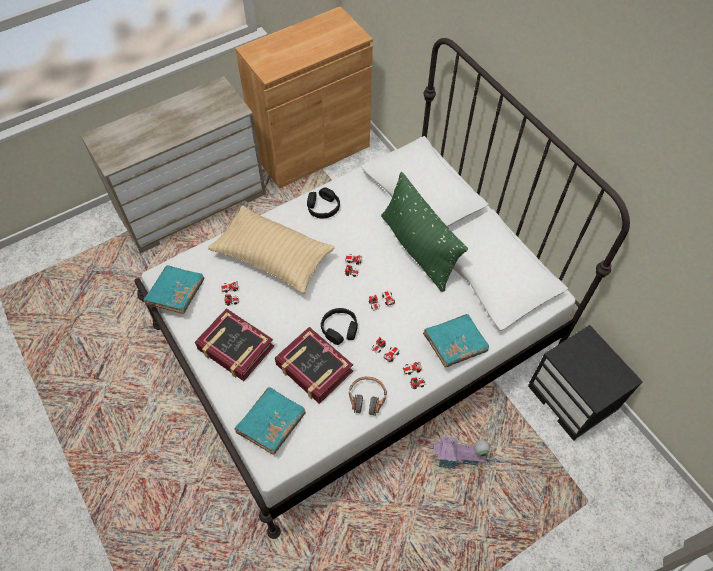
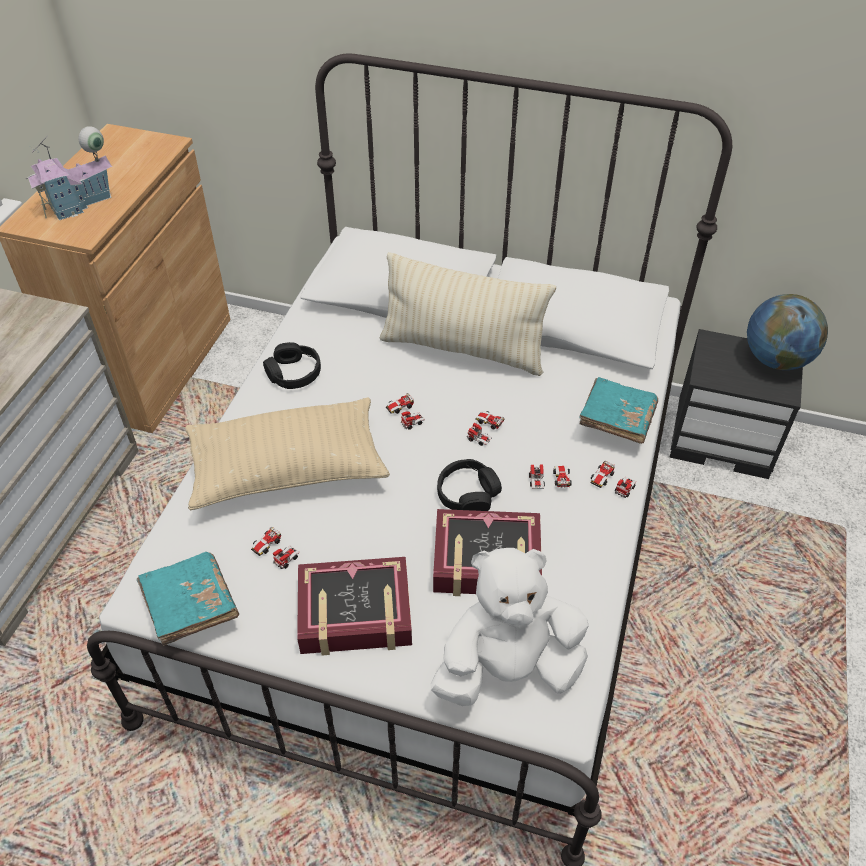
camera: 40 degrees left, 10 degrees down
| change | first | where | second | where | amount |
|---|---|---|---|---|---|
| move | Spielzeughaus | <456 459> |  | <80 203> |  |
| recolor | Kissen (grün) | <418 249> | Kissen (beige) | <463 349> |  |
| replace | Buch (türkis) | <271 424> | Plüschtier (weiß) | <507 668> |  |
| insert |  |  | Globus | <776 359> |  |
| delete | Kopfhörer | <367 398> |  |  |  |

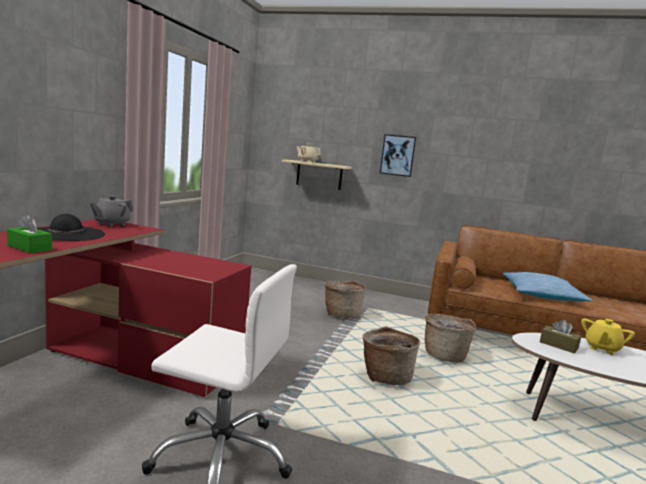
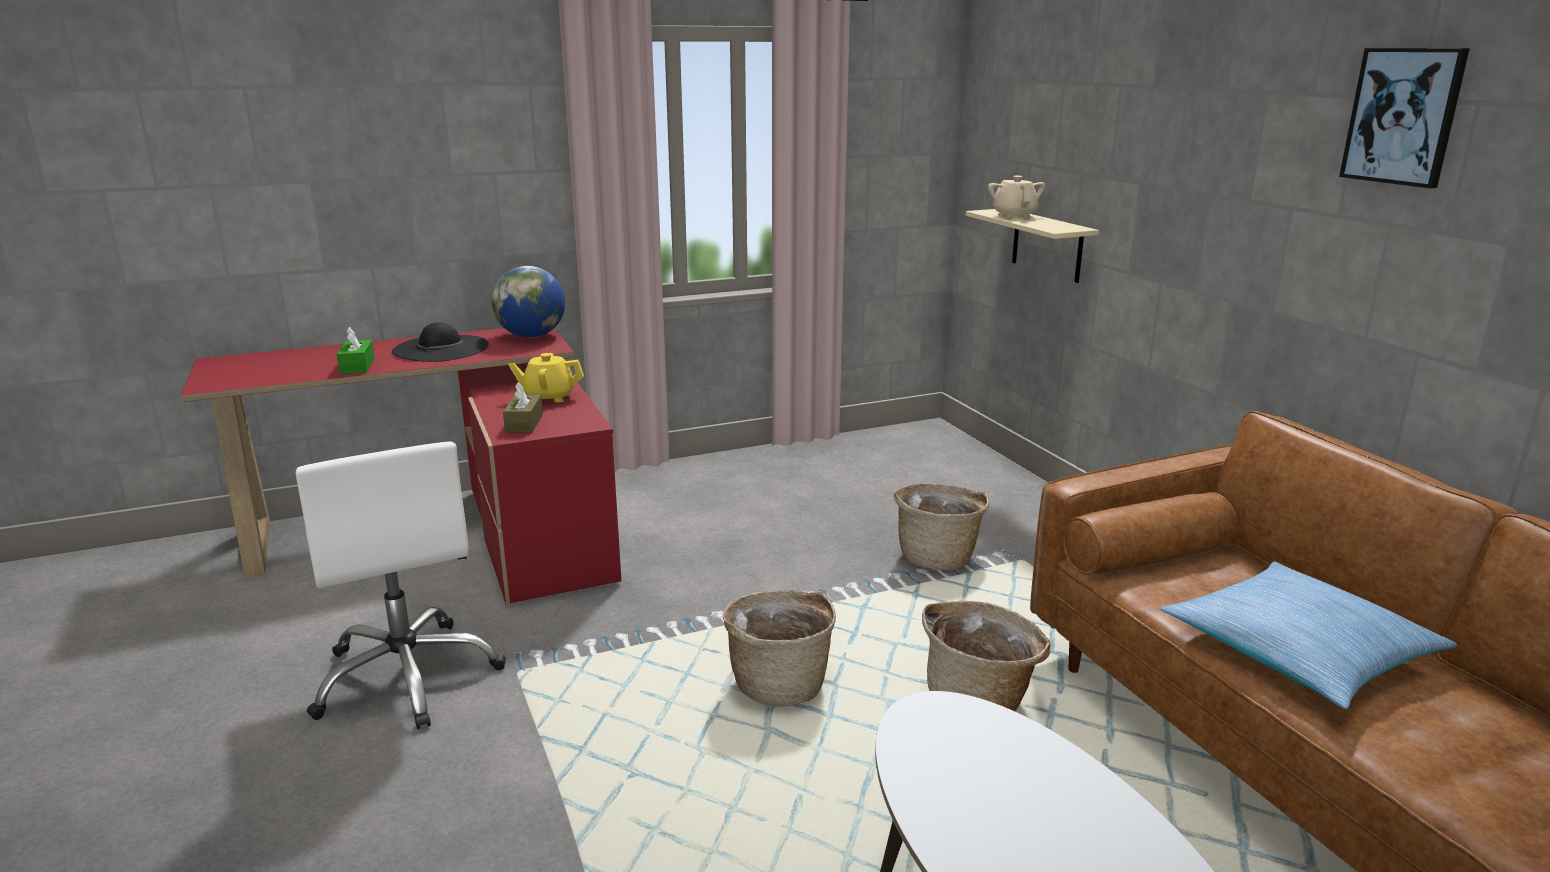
camera: 50 degrees right, 10 degrees up
| change | first | where | second | where | amount |
|---|---|---|---|---|---|
| replace | Teekanne (grau) | <111 224> | Globus | <531 336> |  |
| move | Taschentuchbox (braun) | <558 345> |  | <524 423> |  |
| move | Teekanne (gelb) | <602 348> |  | <548 397> |  |
| move | Bild | <397 155> |  | <1403 116> |  |

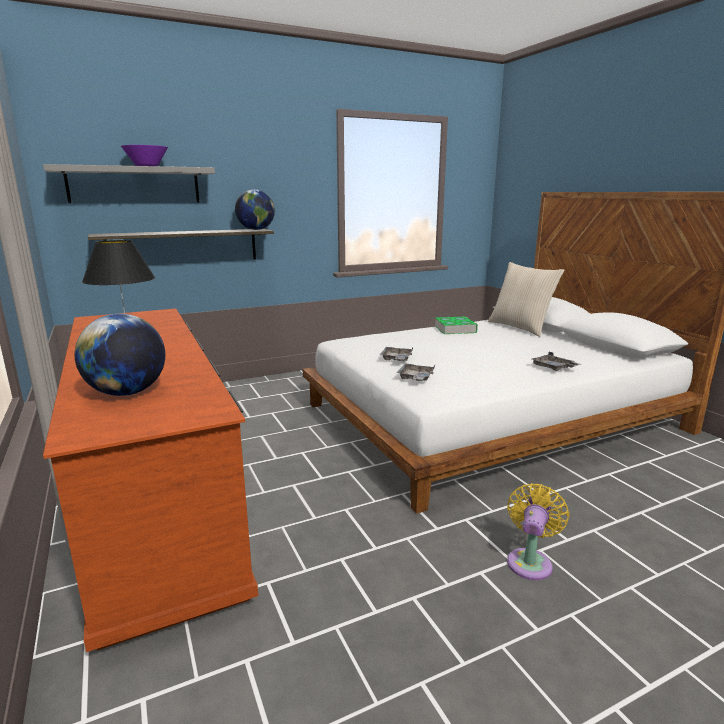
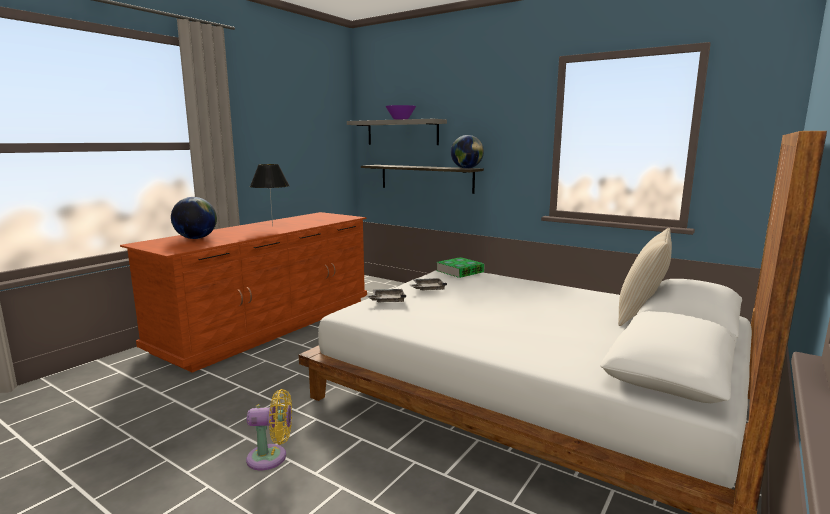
camera: 60 degrees right, 5 degrees down
| change | first | where | second | where | amount |
|---|---|---|---|---|---|
| move | Buch | <455 329> |  | <460 271> |  |
| delete | Tablett (grau) | <553 368> |  |  |  |

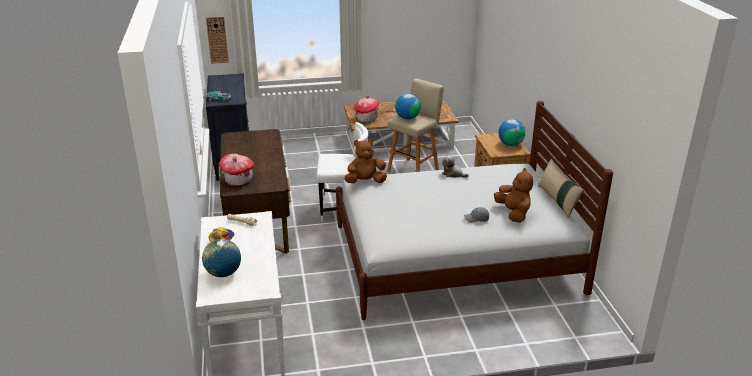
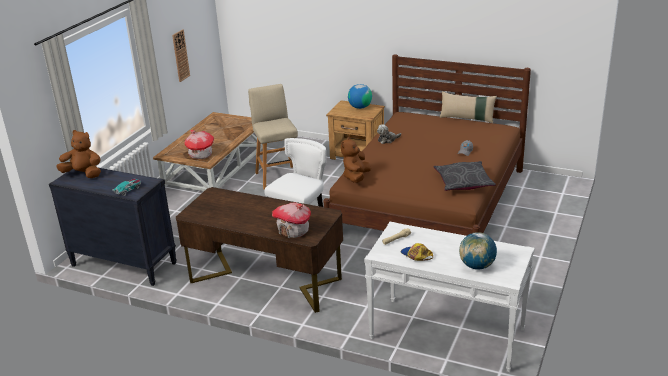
camera: 55 degrees left, 0 degrees up
| change | first | where | second | where | amount |
|---|---|---|---|---|---|
| move | Plüschtier (braun) | <513 213> |  | <83 174> |  |
| move | Wanduhr | <217 40> |  | <180 55> |  |
| recolor | Bett (weiß) | <454 258> | Bett (braun) | <430 203> |  |
| insert |  |  | Kissen (grau) | <463 182> |  |
| delete | Globus | <407 118> |  |  |  |

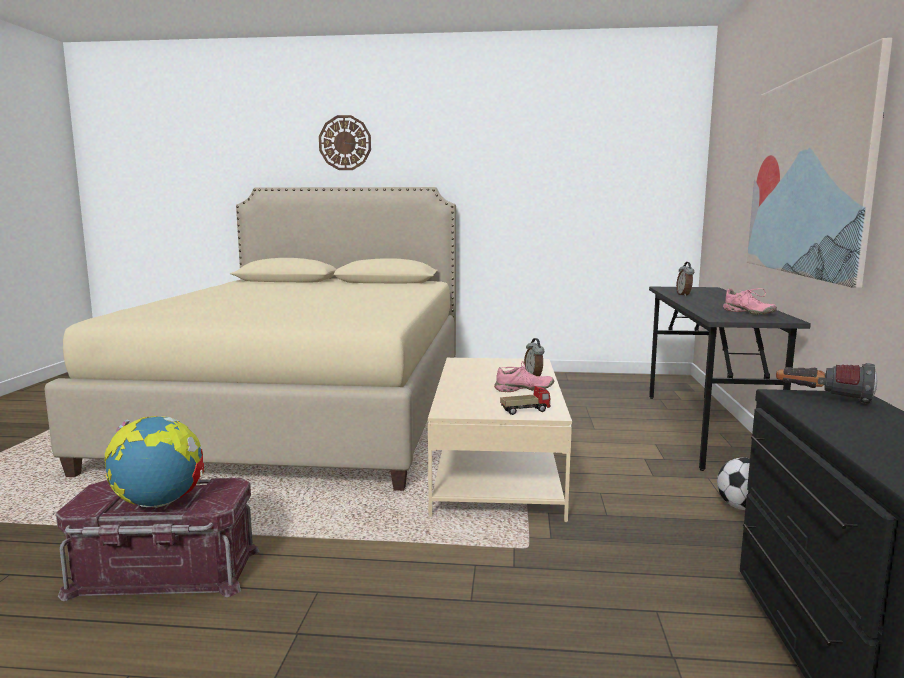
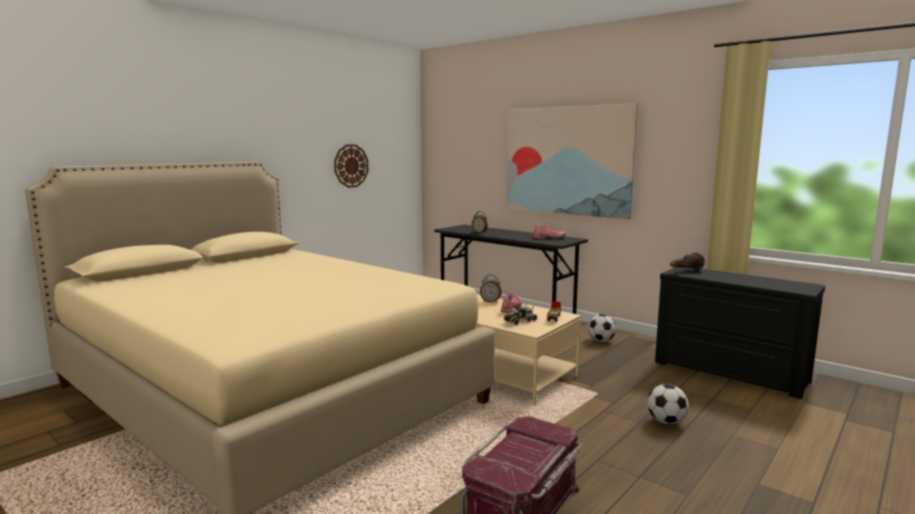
camera: 55 degrees left, 0 degrees up
| change | first | where | second | where | amount |
|---|---|---|---|---|---|
| move | Wanduhr | <345 143> |  | <351 166> |  |
| insert |  |  | Spielzeuglaster | <519 321> |  |
| insert |  |  | Fußball | <666 421> |  |
| delete | Globus | <159 503> |  |  |  |

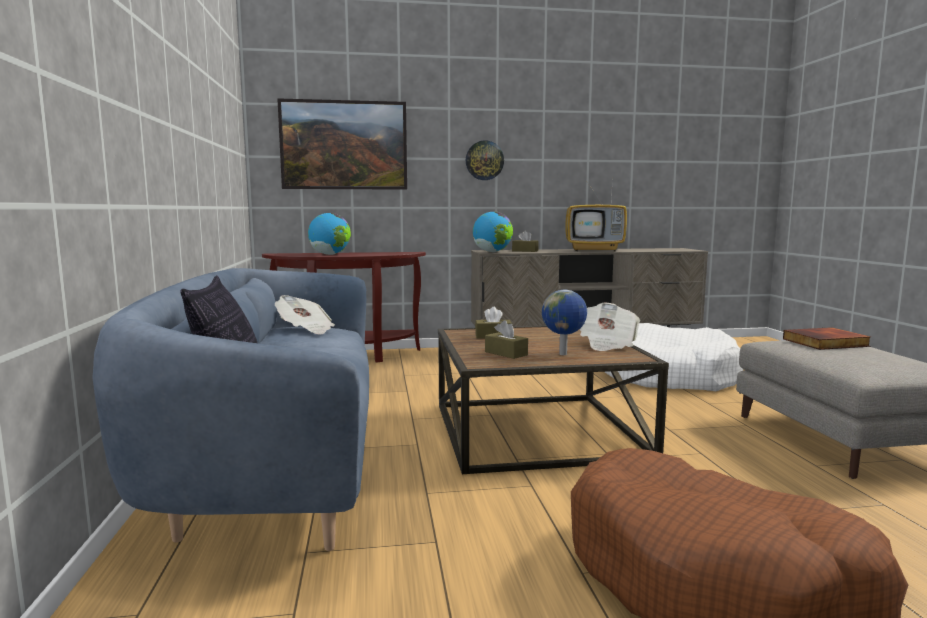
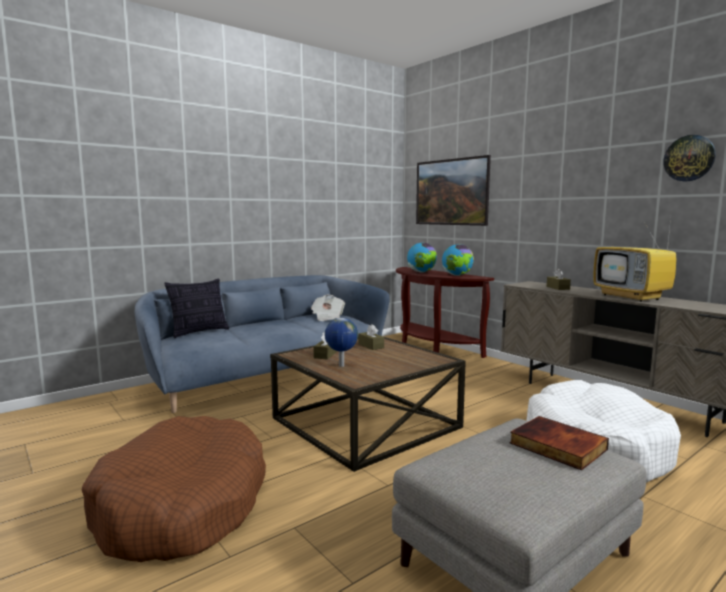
camera: 60 degrees right, 0 degrees up
| change | first | where | second | where | amount |
|---|---|---|---|---|---|
| move | Globus | <492 252> |  | <457 275> |  |
| move | Wanduhr | <484 160> |  | <689 158> |  |
| delete | Zeitung | <606 344> |  |  |  |

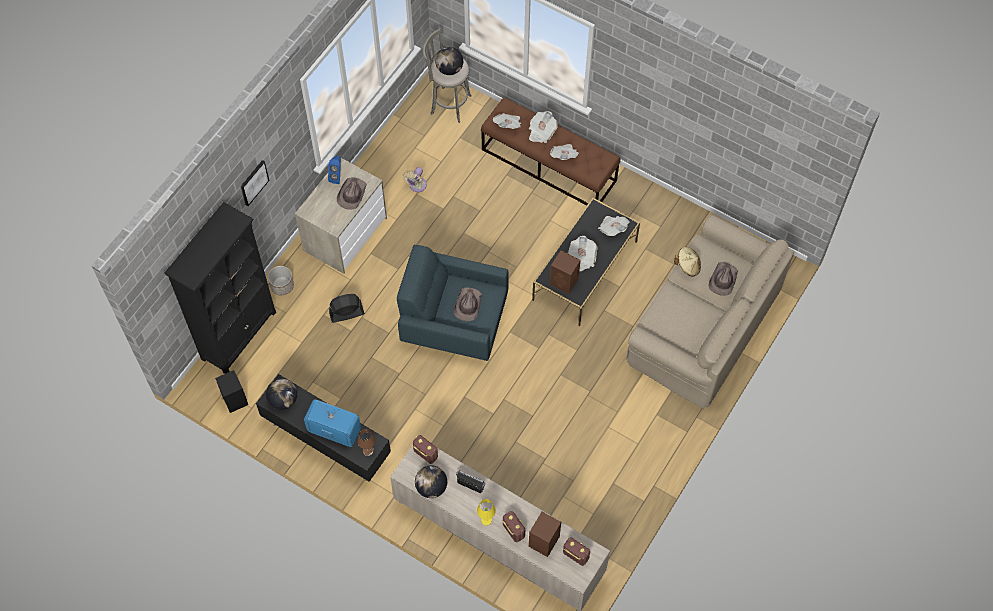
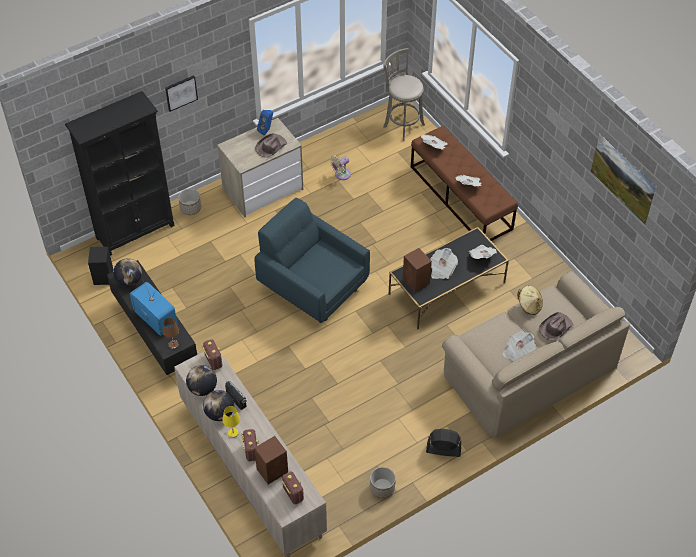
camera: 25 degrees right, 10 degrees down
| change | first | where | second | where | amount |
|---|---|---|---|---|---|
| move | Globus | <449 69> |  | <219 413> |  |
| insert |  |  | Pflanzkübel | <382 488> |  |
| move | Ventilator (schwarz) | <346 314> |  | <443 449> |  |
| move | Zeitung | <541 132> |  | <517 351> |  |
| insert |  |  | Bild | <619 188> |  |
| delete | Hut (braun) | <467 305> |  |  |  |

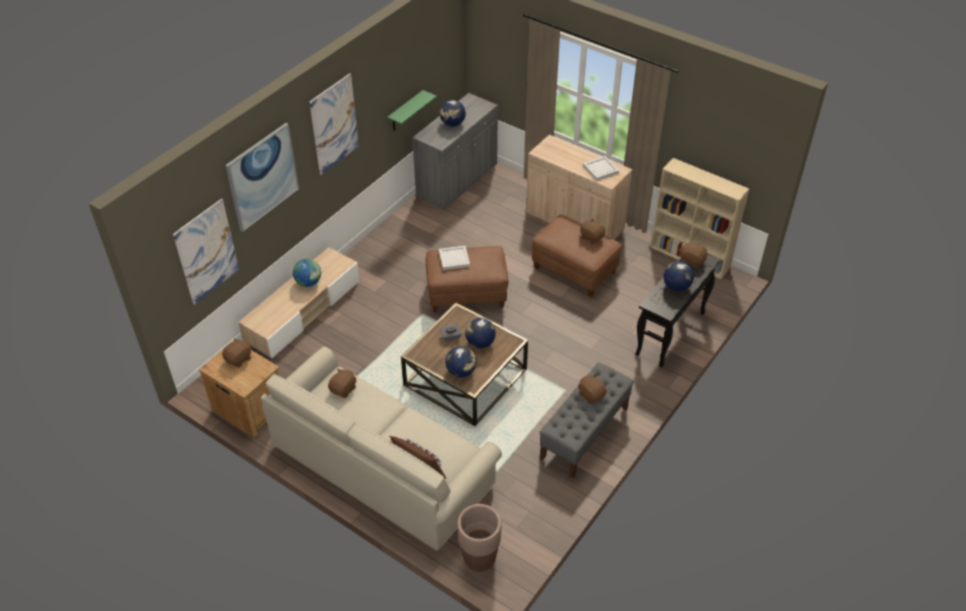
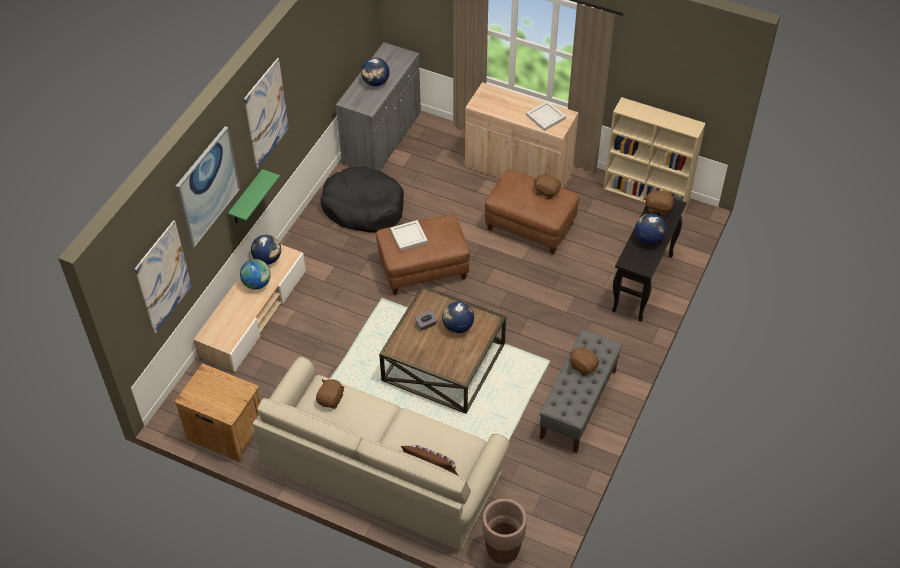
camera: 10 degrees left, 5 degrees up
| change | first | where | second | where | amount |
|---|---|---|---|---|---|
| move | Wandregal (grün) | <405 112> |  | <246 199> |  |
| move | Globus | <461 371> |  | <268 259> |  |
| insert |  |  | Hundebett (schwarz) | <363 208> |  |
| delete | Plüschtier (braun) | <239 359> |  |  |  |

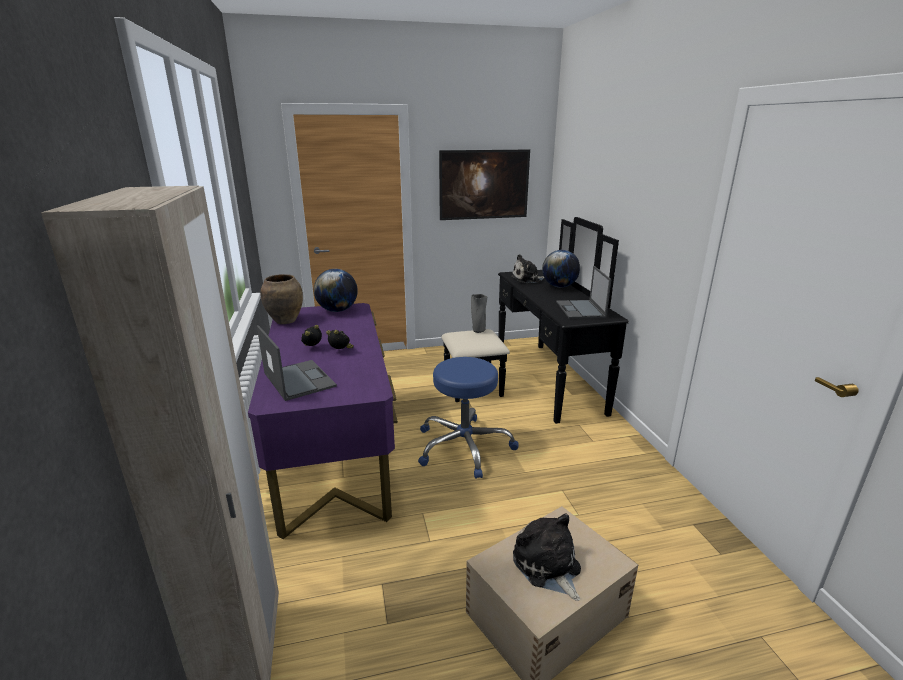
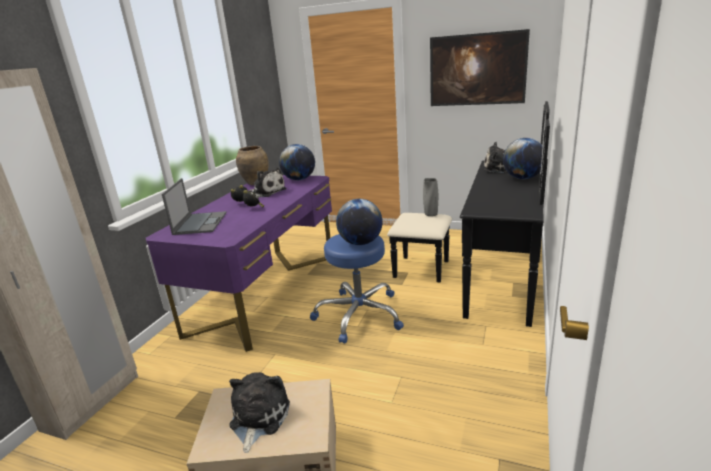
camera: 35 degrees right, 0 degrees up
| change | first | where | second | where | amount |
|---|---|---|---|---|---|
| insert |  |  | Plüschtier | <267 192> |  |
| insert |  |  | Globus | <361 243> |  |
| delete | Laptop | <580 310> |  |  |  |

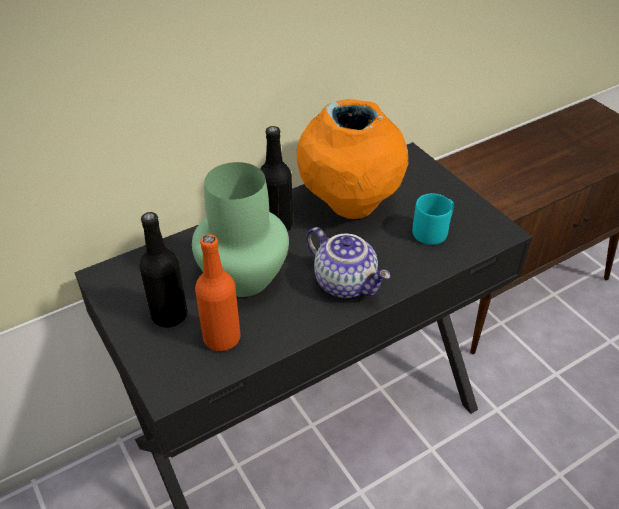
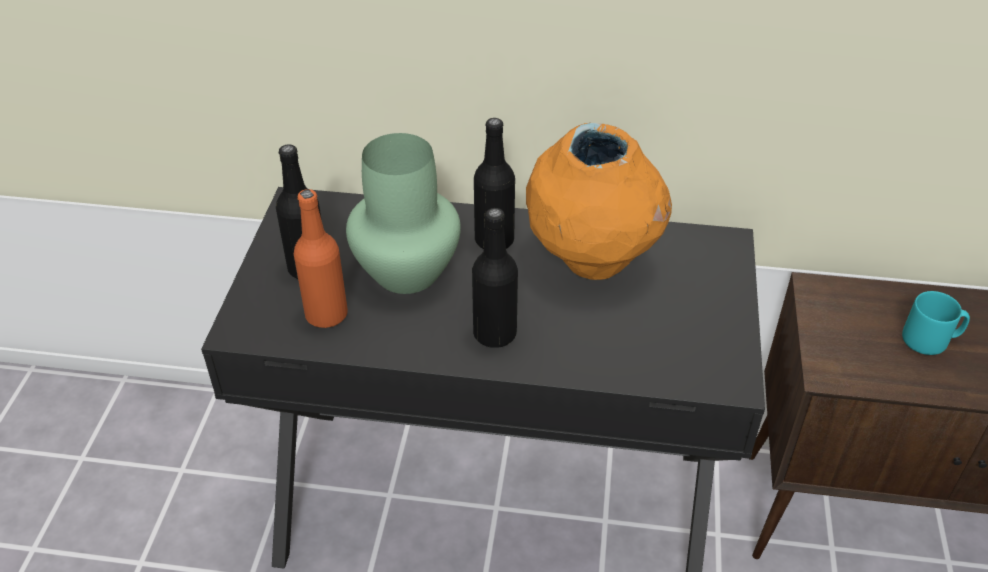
camera: 40 degrees right, 0 degrees up
| change | first | where | second | where | amount |
|---|---|---|---|---|---|
| replace | Teekanne | <346 283> | Flasche (schwarz) | <494 334> |  |
| move | Henkelbecher (türkis) | <433 231> |  | <930 340> |  |

